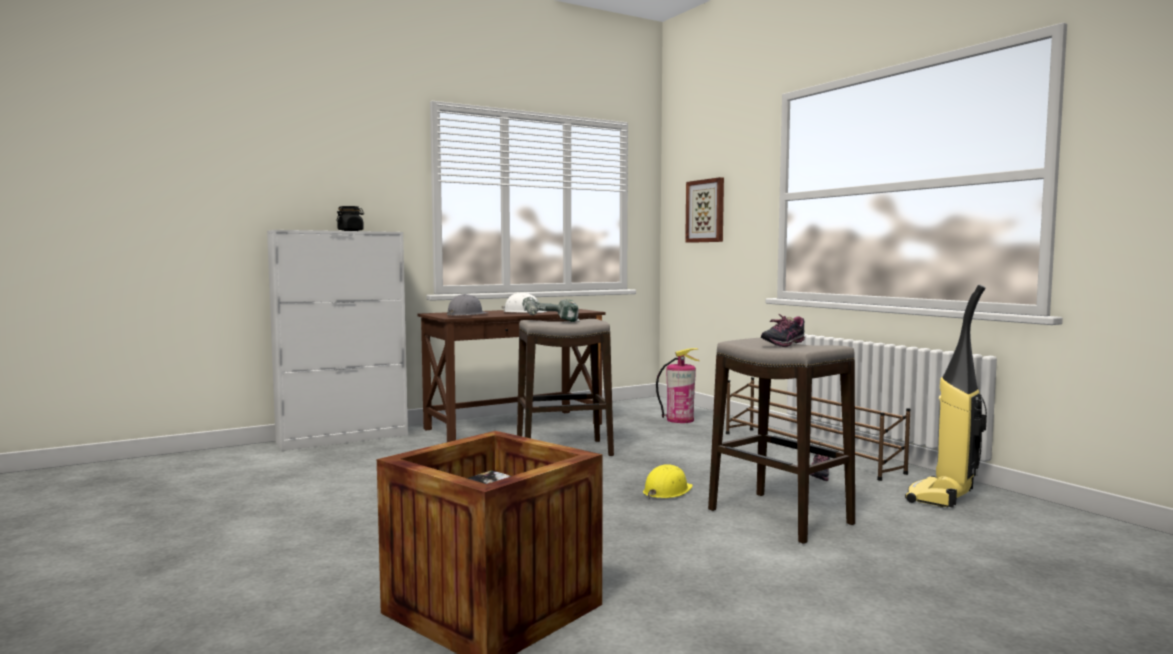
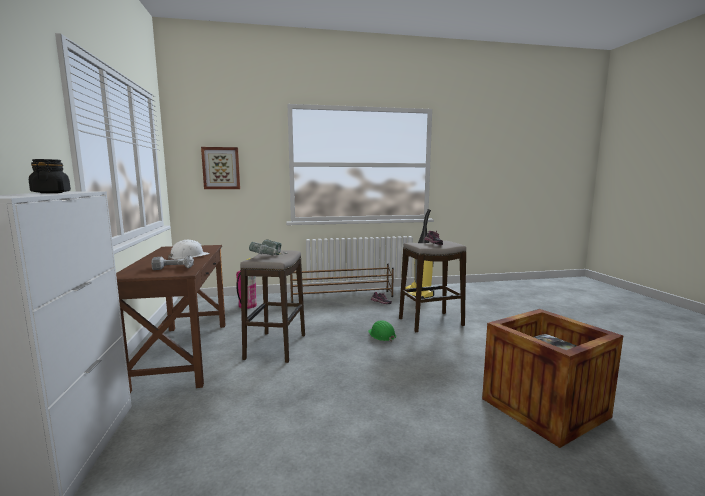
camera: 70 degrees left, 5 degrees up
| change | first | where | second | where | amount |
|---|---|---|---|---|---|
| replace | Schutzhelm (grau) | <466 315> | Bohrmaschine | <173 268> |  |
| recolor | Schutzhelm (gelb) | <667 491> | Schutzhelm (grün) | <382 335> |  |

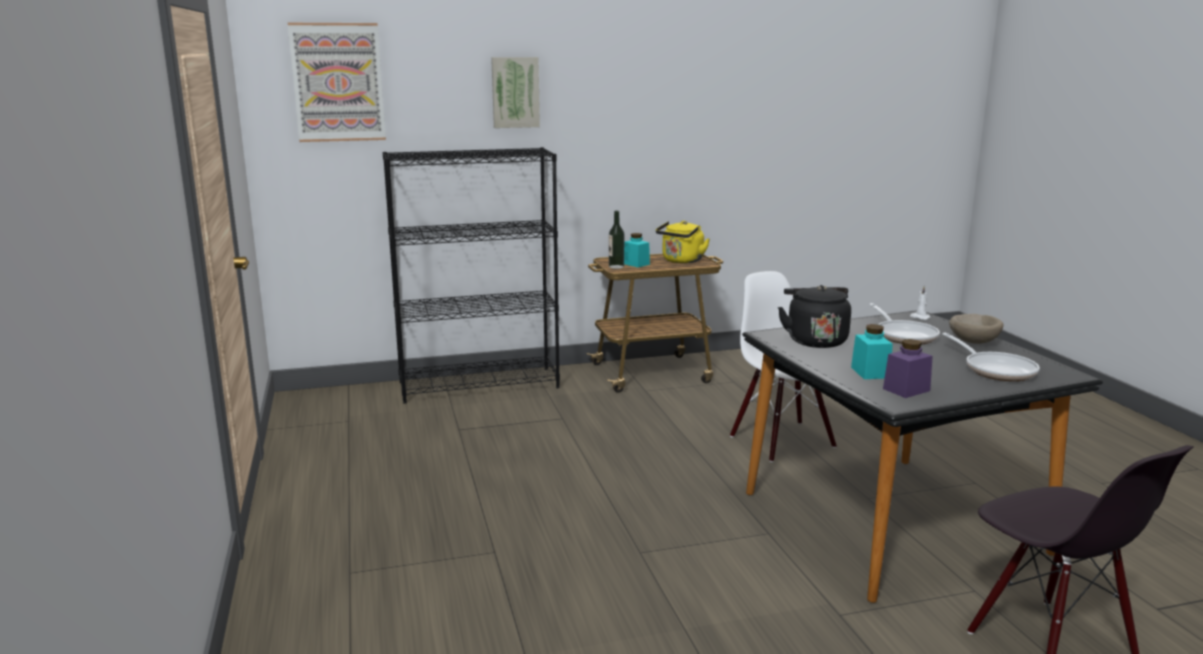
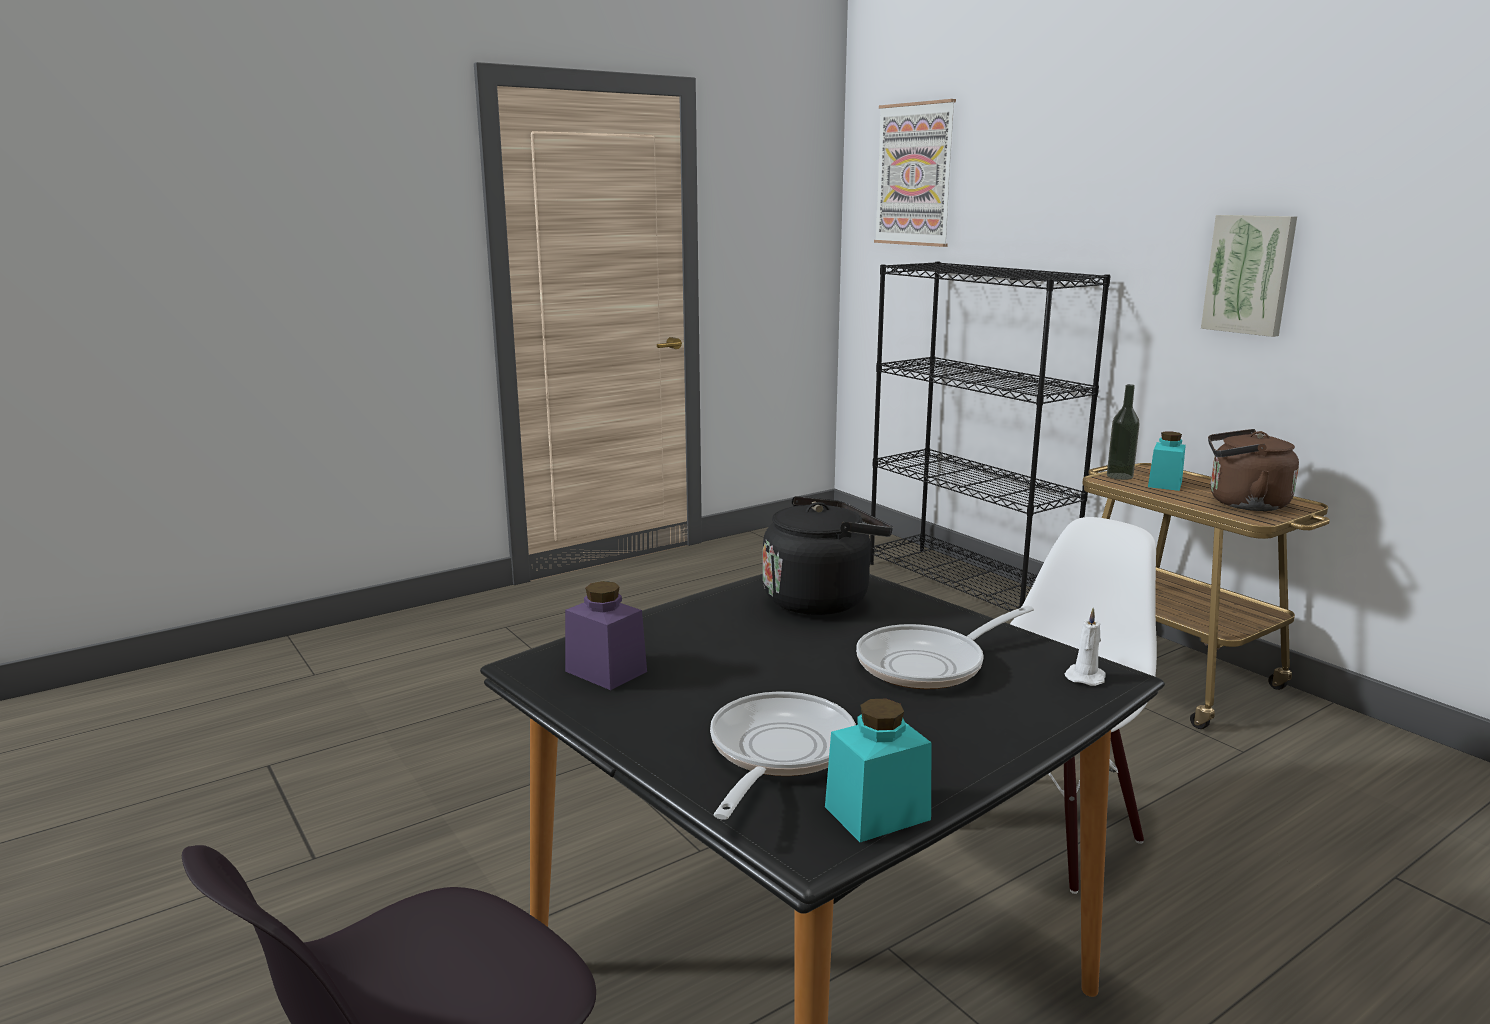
camera: 70 degrees right, 0 degrees up
| change | first | where | second | where | amount |
|---|---|---|---|---|---|
| rotate | Pfanne | <996 370> |  | <777 753> | 150 degrees clockwise |
| move | Vorratsglas (türkis) | <870 372> |  | <877 813> |  |
| move | Bild | <515 92> |  | <1250 274> |  |
| recolor | Wasserkessel (gelb) | <681 261> | Wasserkessel (braun) | <1242 504> |  |
| delete | Schüssel (beige) | <974 341> |  |  |  |

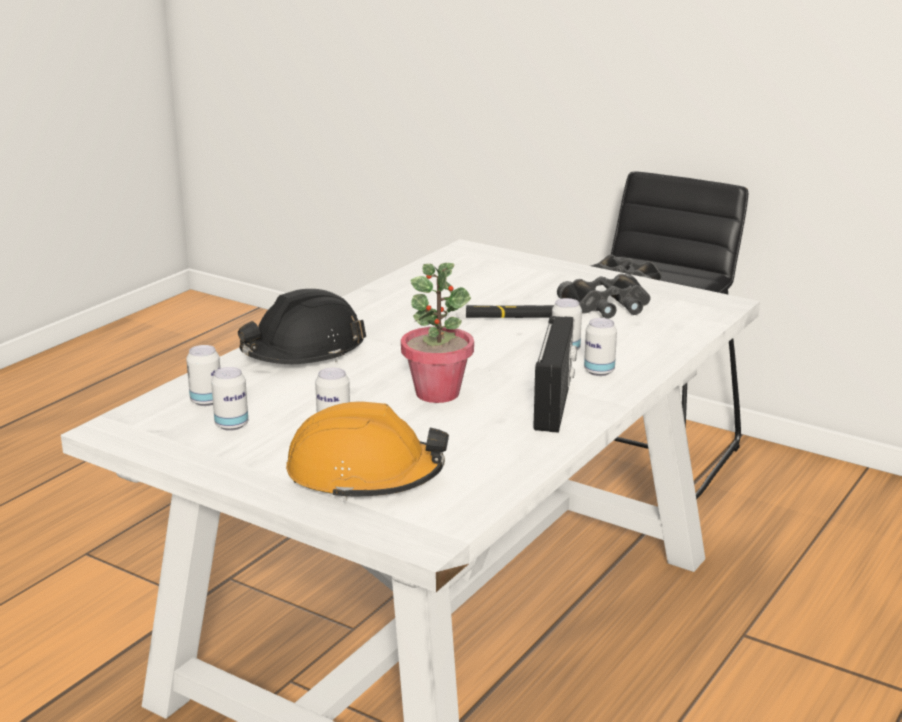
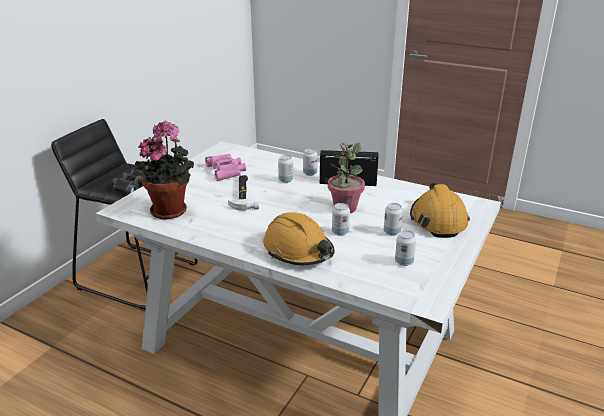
camera: 95 degrees left, 5 degrees up
| change | first | where | second | where | amount |
|---|---|---|---|---|---|
| insert |  |  | Topfpflanze | <172 210> |  |
| recolor | Fernglas (schwarz) | <607 306> | Fernglas (rosa) | <226 170> |  |
| recolor | Schutzhelm (schwarz) | <303 352> | Schutzhelm (orange) | <298 251> |  |
| move | Dose | <206 401> |  | <340 232> |  |

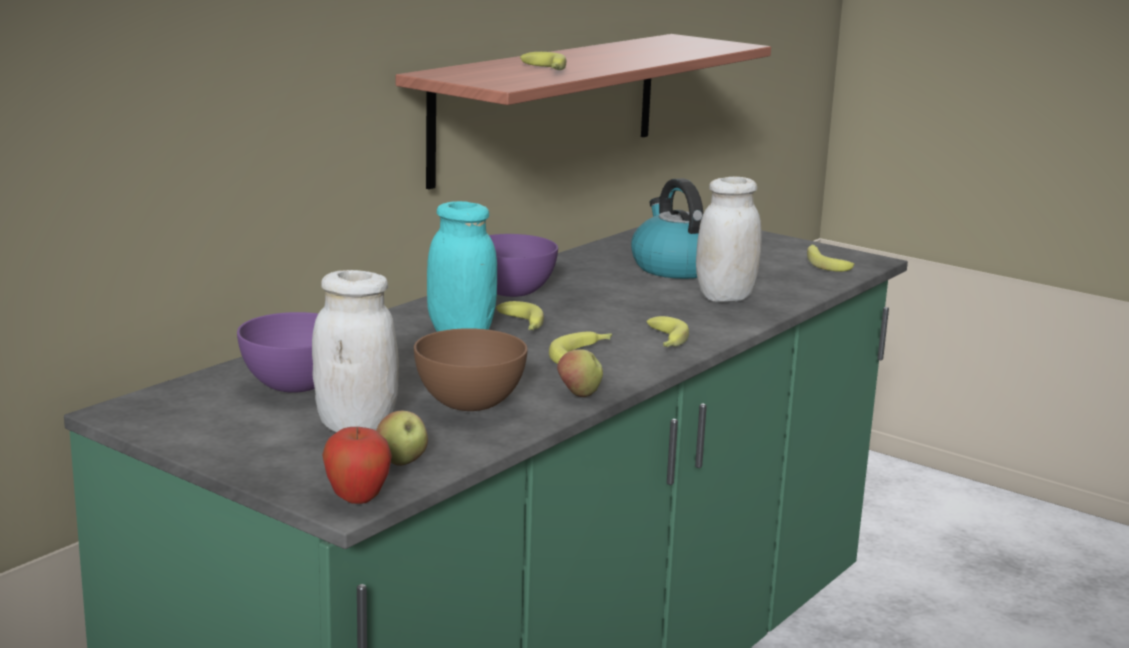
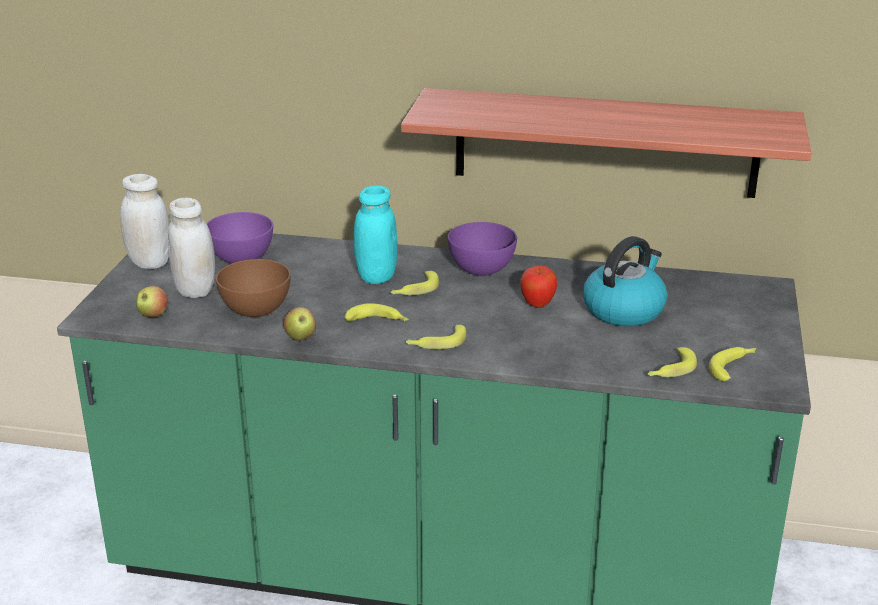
camera: 65 degrees right, 10 degrees up
| change | first | where | second | where | amount |
|---|---|---|---|---|---|
| move | Vorratsglas (weiß) | <725 297> |  | <150 262> |  |
| move | Apfel | <357 500> |  | <537 305> |  |
| move | Banane | <545 70> |  | <670 370> |  |

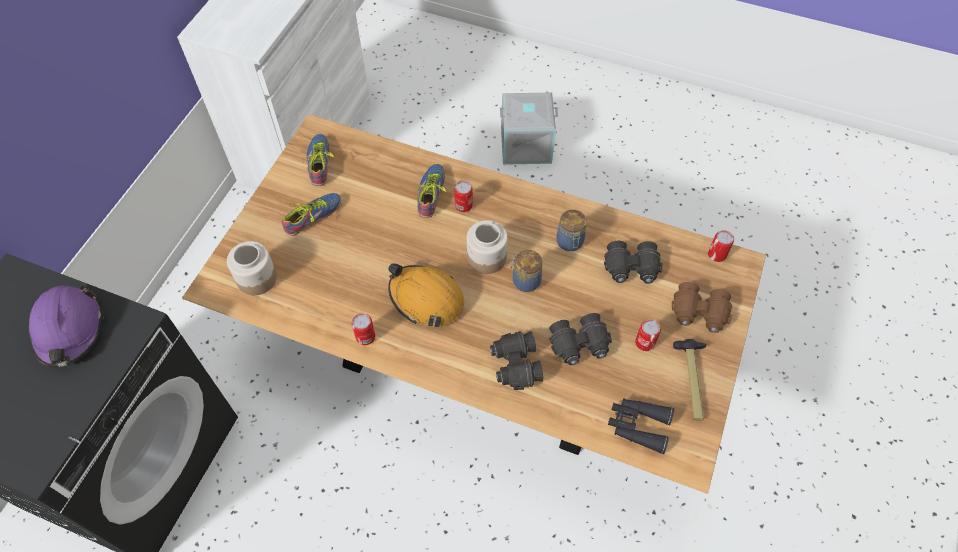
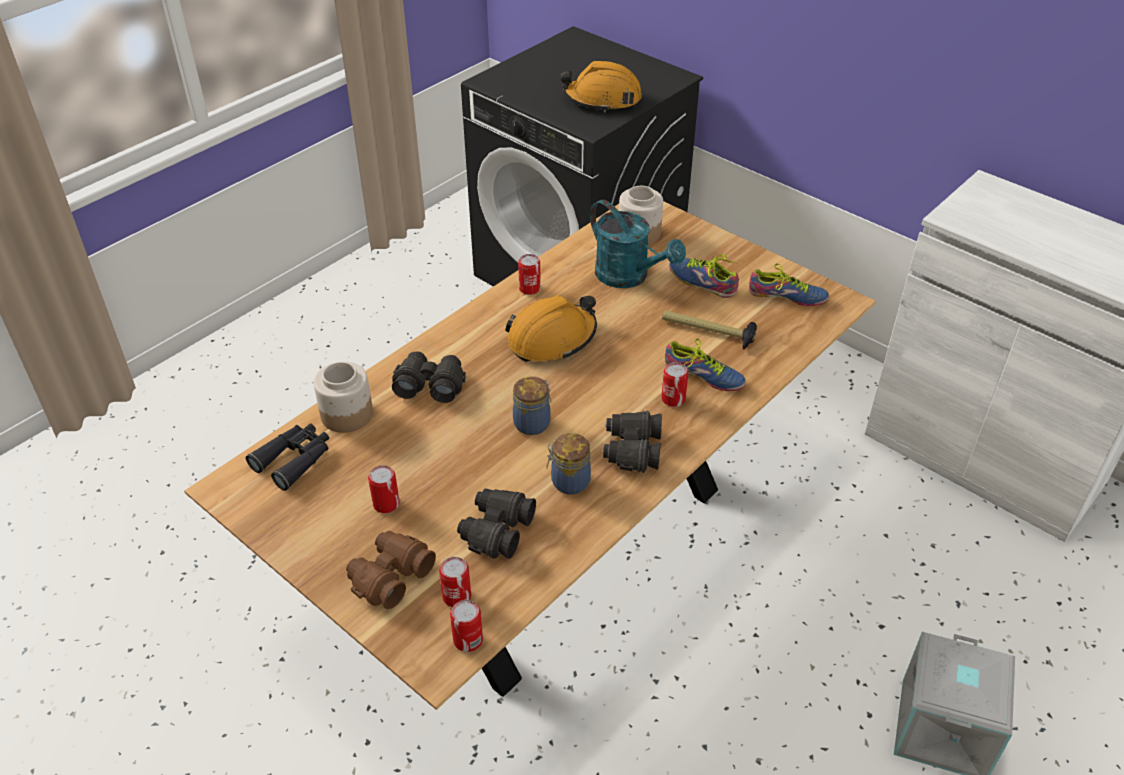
camera: 110 degrees right, 15 degrees down
| change | first | where | second | where | amount |
|---|---|---|---|---|---|
| move | Vorratsglas | <487 257> |  | <346 415> |  |
| insert |  |  | Dose | <456 596> |  |
| recolor | Schutzhelm (lila) | <69 330> | Schutzhelm (orange) | <602 99> |  |
| insert |  |  | Gießkanne (türkis) | <629 277> |  |
| move | Fernglas (schwarz) | <580 345> |  | <632 450> |  |
| move | Hammer | <692 381> |  | <707 331> |  |
| rotate | Schuh | <314 218> |  | <703 280> | 150 degrees clockwise |

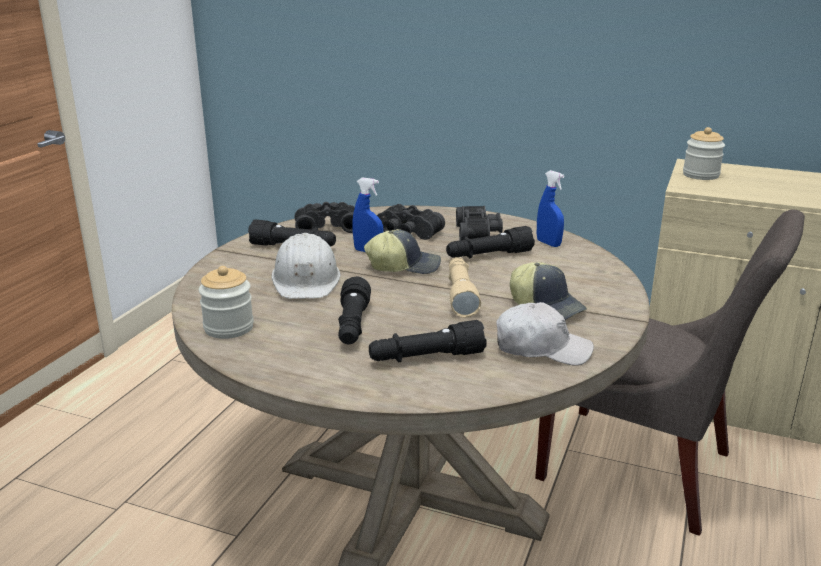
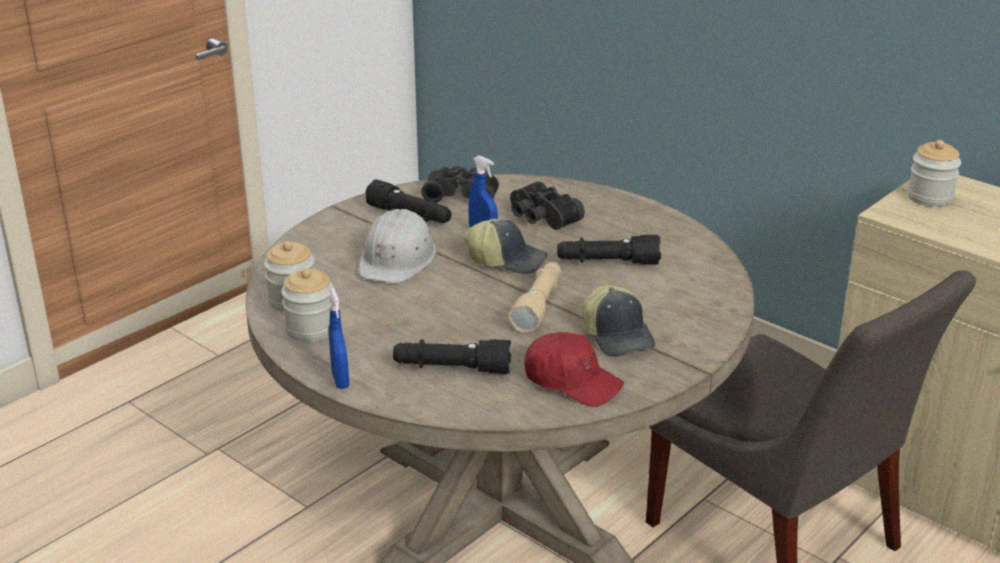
camera: 20 degrees right, 5 degrees up
| change | first | where | second | where | amount |
|---|---|---|---|---|---|
| insert |  |  | Vorratsglas | <310 329> |  |
| move | Sprühflasche (blau) | <548 243> |  | <340 380> |  |
| recolor | Kappe (weiß) | <541 348> | Kappe (rot) | <572 381> |  |
| delete | Taschenlampe (schwarz) | <352 326> |  |  |  |
| delete | Fernglas (schwarz) | <479 233> |  |  |  |

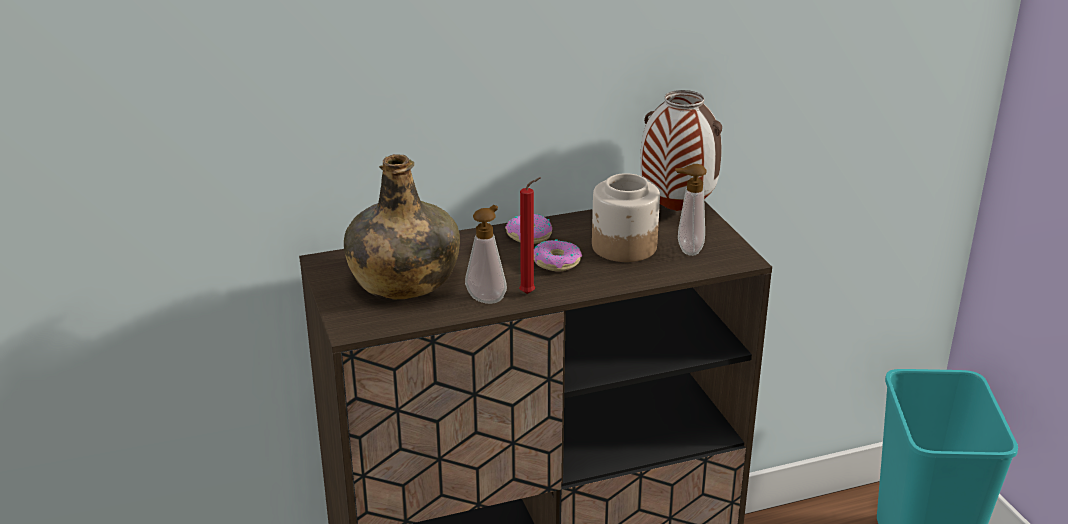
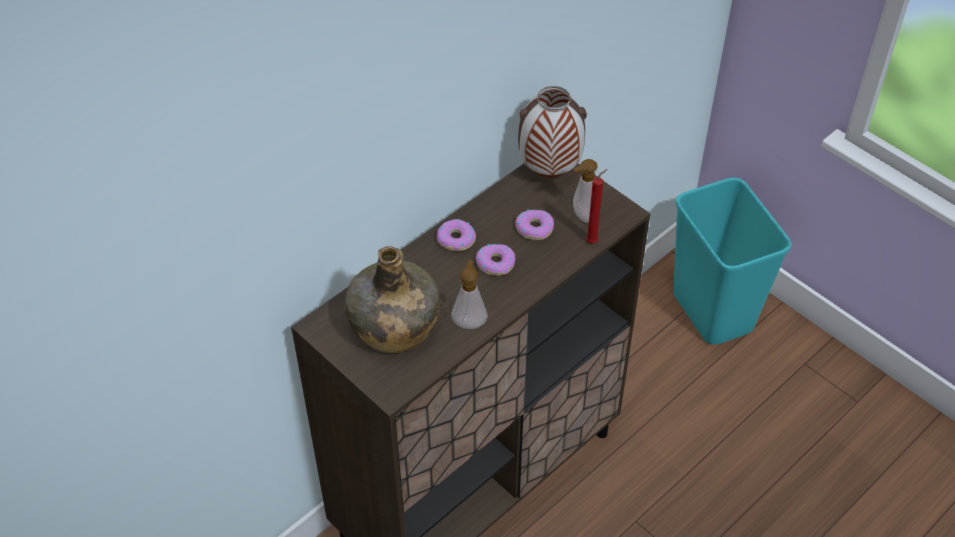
camera: 25 degrees left, 20 degrees up
| change | first | where | second | where | amount |
|---|---|---|---|---|---|
| replace | Vorratsglas | <624 247> | Donut | <534 228> |  |
| move | Kerze (rot) | <530 293> |  | <593 241> |  |

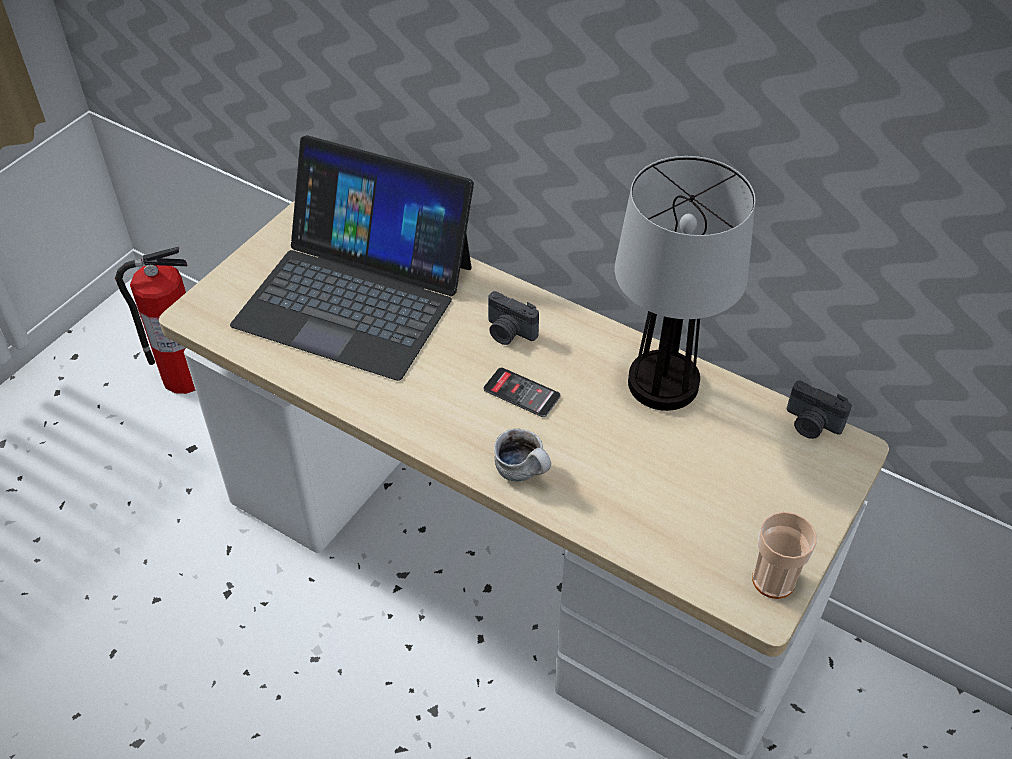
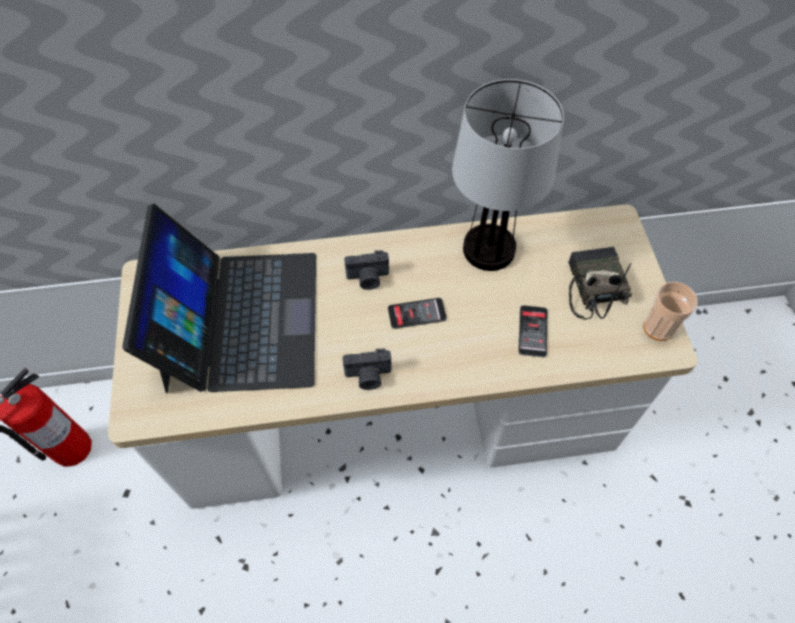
camera: 40 degrees left, 10 degrees up
| change | first | where | second | where | amount |
|---|---|---|---|---|---|
| rotate | Laptop | <356 294> |  | <240 320> | 75 degrees counterclockwise |
| move | Kamera | <811 424> |  | <368 376> |  |
| insert |  |  | Handy | <532 331> |  |
| insert |  |  | Radio | <592 286> |  |
| delete | Henkelbecher | <524 472> |  |  |  |

